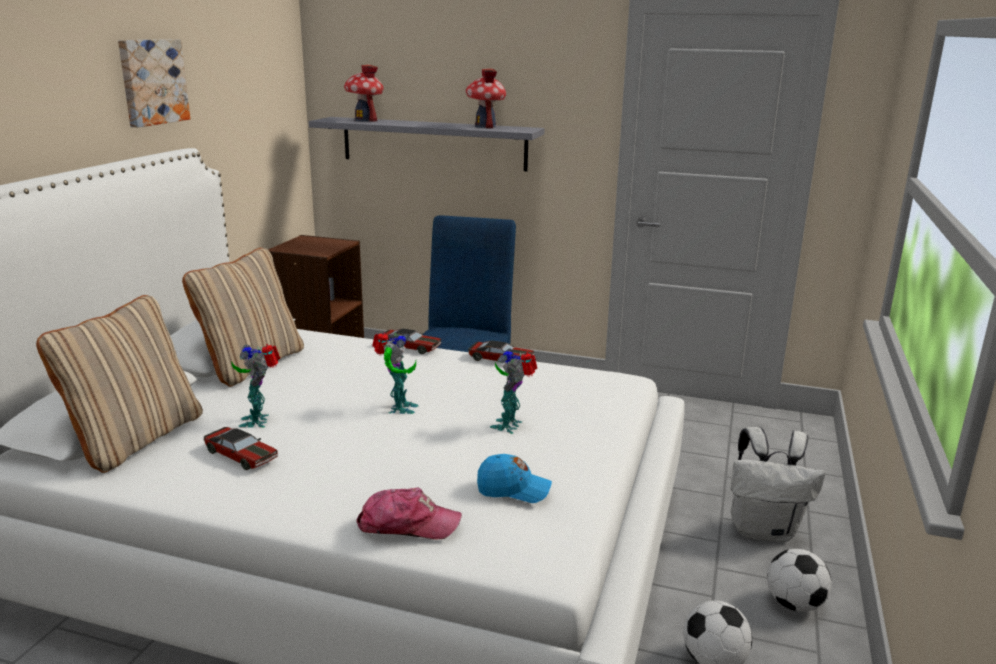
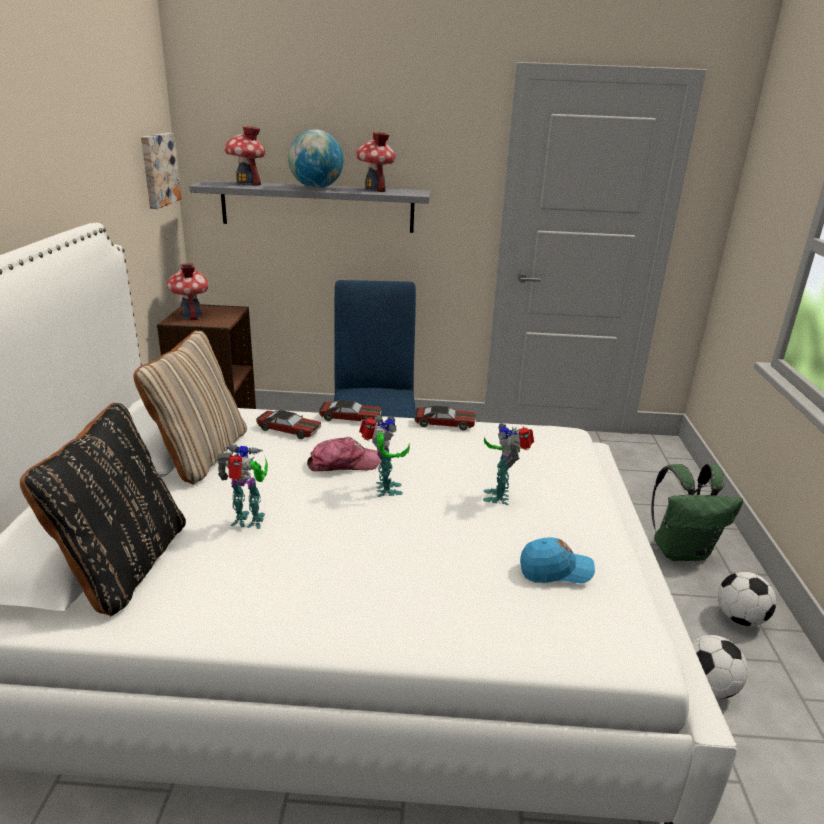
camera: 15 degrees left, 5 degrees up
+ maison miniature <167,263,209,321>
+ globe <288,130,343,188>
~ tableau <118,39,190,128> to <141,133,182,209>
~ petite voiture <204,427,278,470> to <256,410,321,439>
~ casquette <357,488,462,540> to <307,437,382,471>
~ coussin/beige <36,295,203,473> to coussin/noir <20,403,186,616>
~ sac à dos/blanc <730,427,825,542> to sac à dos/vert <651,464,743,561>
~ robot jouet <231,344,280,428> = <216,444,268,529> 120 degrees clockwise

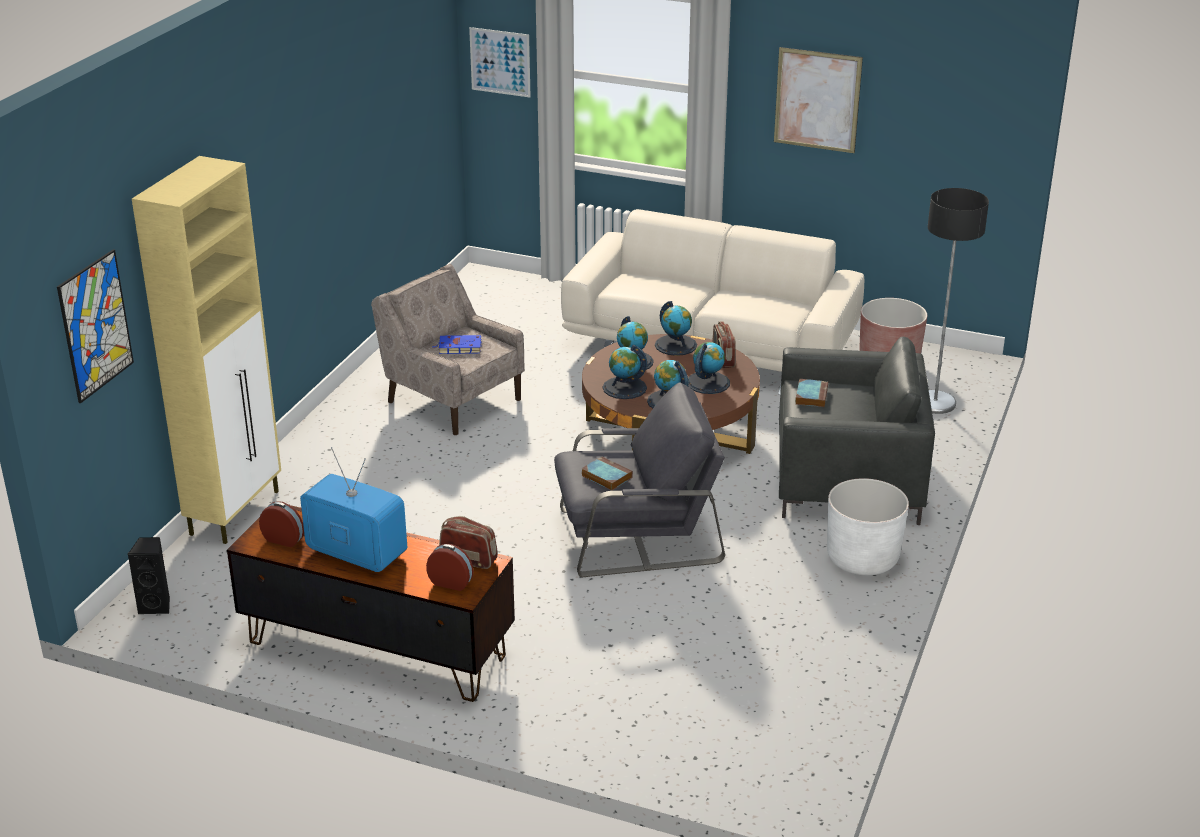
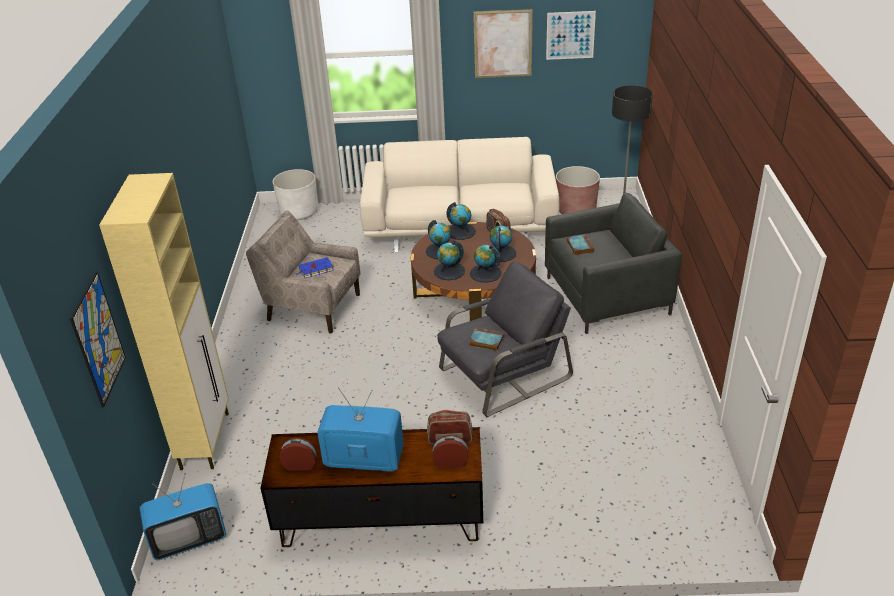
camera: 20 degrees left, 5 degrees up
~ tableau <469,27,531,97> to <546,11,596,60>
~ cache-pot/blanc <827,478,909,575> to <273,169,318,220>
~ enceinte/noir <127,537,170,614> to téléviseur <139,473,226,560>

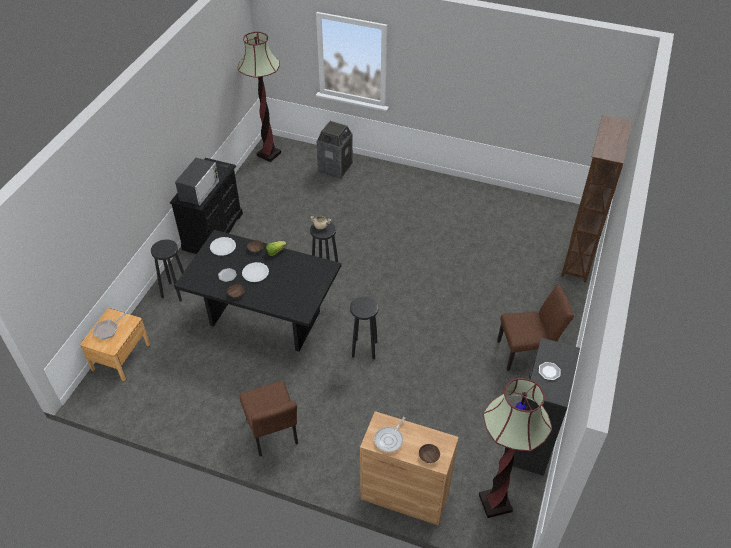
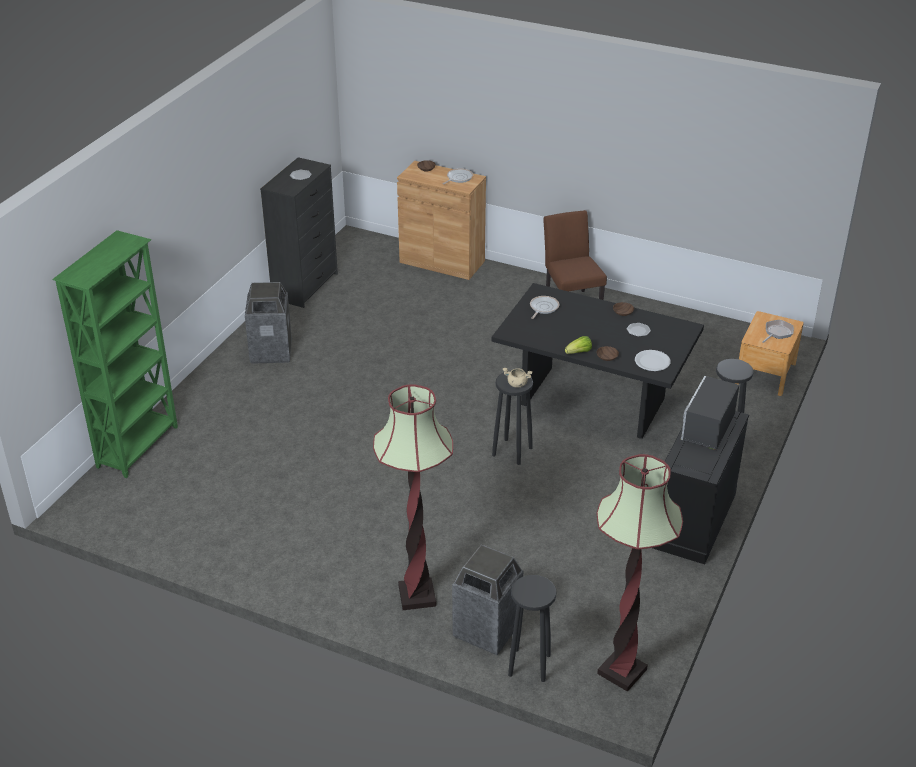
camera: 175 degrees left, 10 degrees down
- assiette/blanc <242,262,269,282>
+ poêle <530,296,559,319>
~ tabouret/noir <350,297,379,360> to <508,575,556,682>
~ lampadaire <479,378,552,518> to <373,384,453,610>
~ chaise/marron <497,285,574,371> to poubelle <245,282,292,364>
~ bibliothèque/marron <561,115,632,283> to bibliothèque/vert <52,230,178,478>

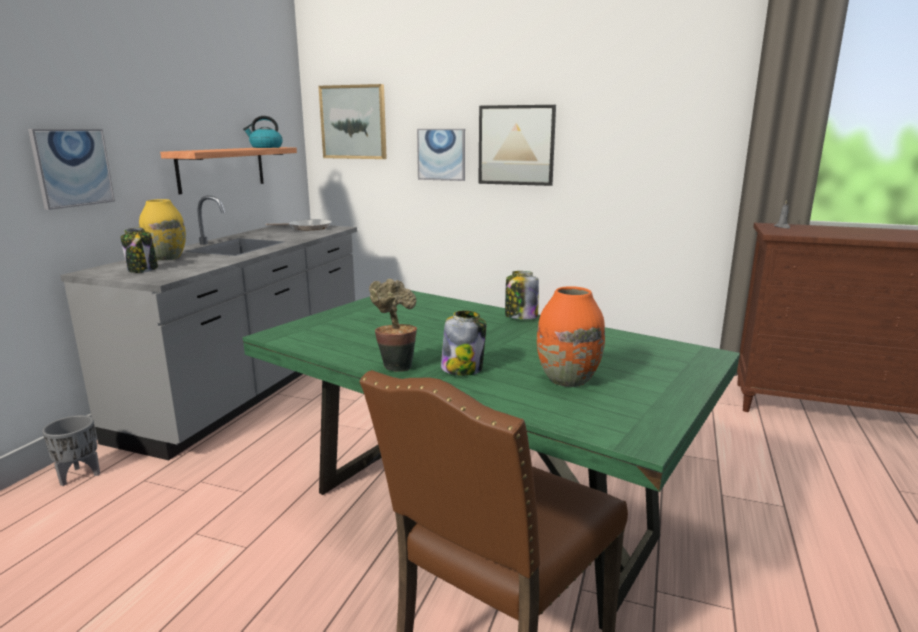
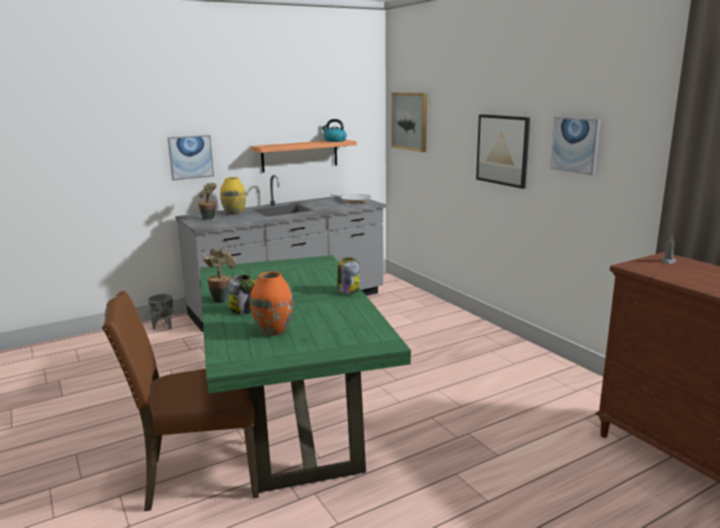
camera: 40 degrees right, 0 degrees up
~ tableau <417,129,465,181> to <551,117,601,175>
~ bocal <120,227,158,273> to plante en pot <198,183,216,220>

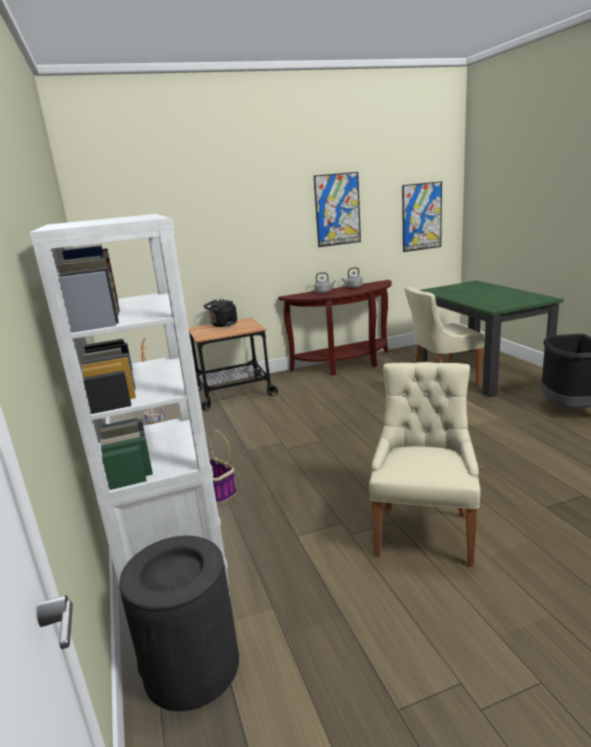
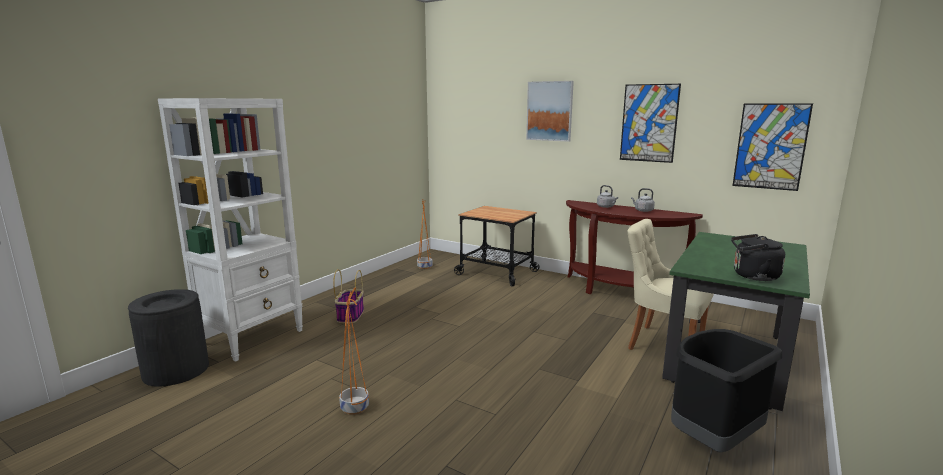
camera: 50 degrees right, 5 degrees down
+ tableau <526,81,574,142>
~ bouilloire/noir <204,299,237,327> to <731,234,785,281>
~ chaise/beige <369,362,481,567> to cache-pot/orange <339,287,369,415>

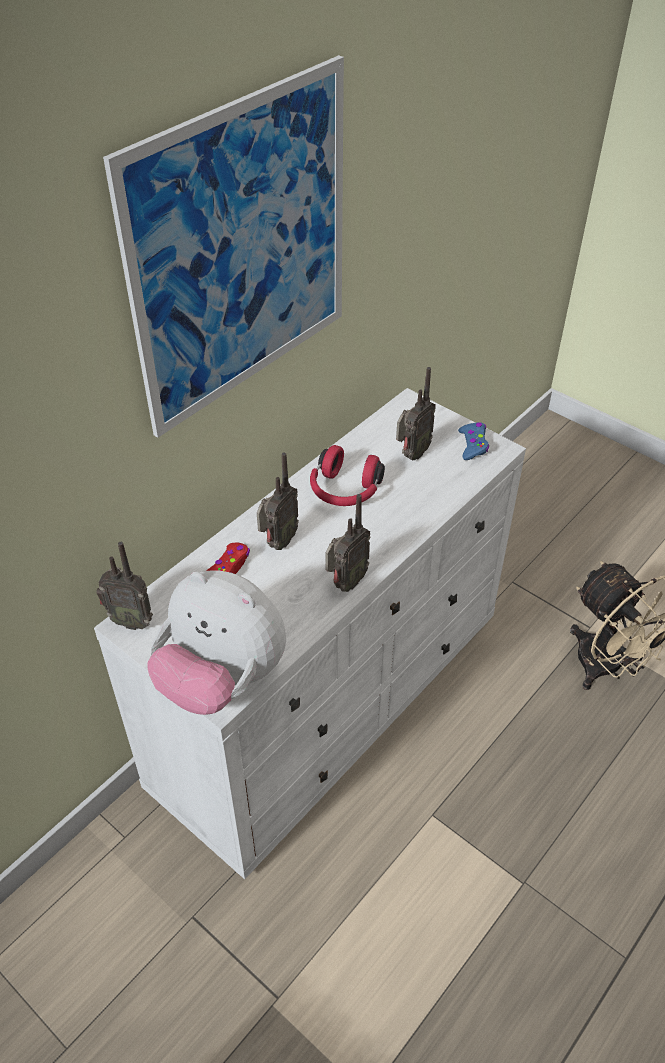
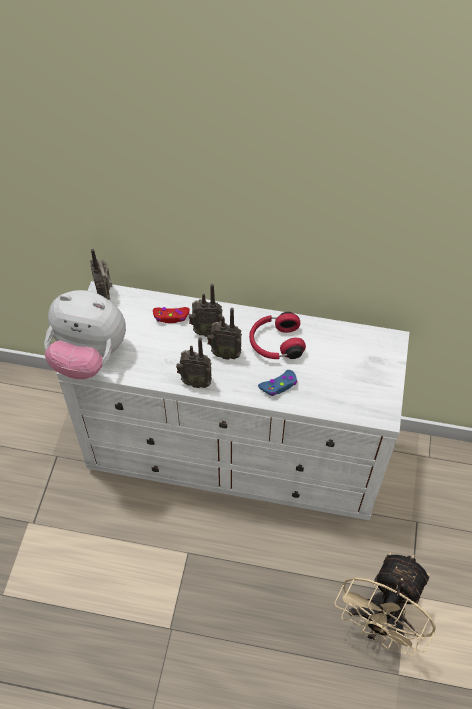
camera: 60 degrees right, 10 degrees up
- tableau <103,55,344,438>
~ radio <396,367,436,460> to <207,308,242,360>
~ manette/bleu <458,422,489,460> to <258,370,297,396>
~ peluche <147,571,286,715> = <44,290,126,379> 75 degrees counterclockwise

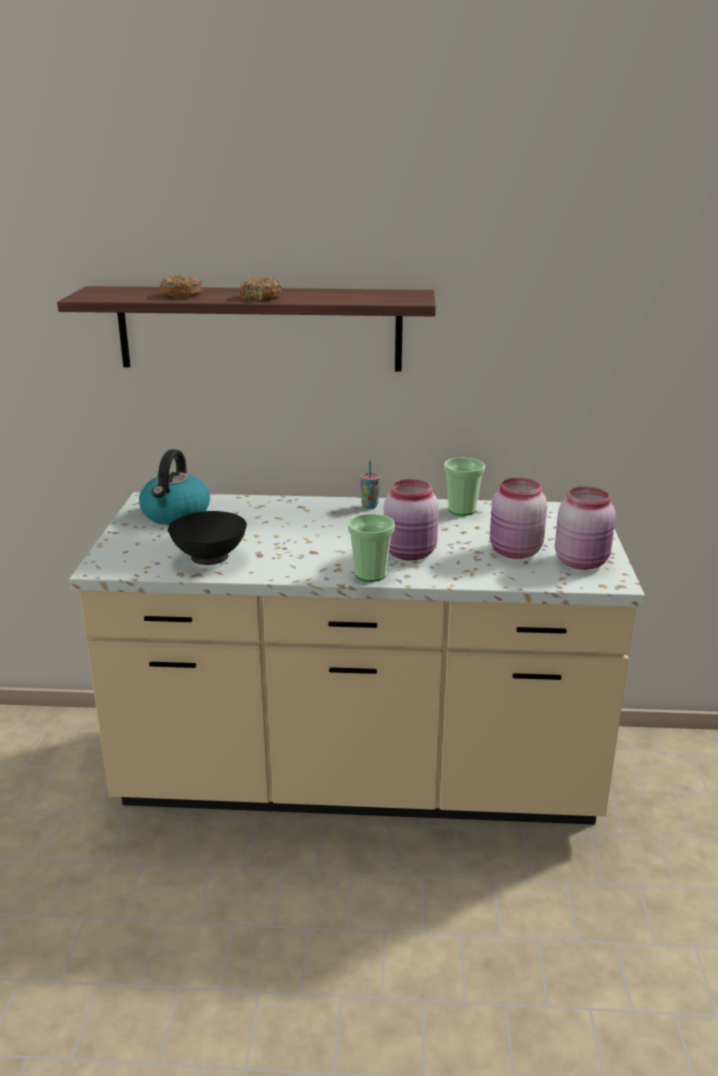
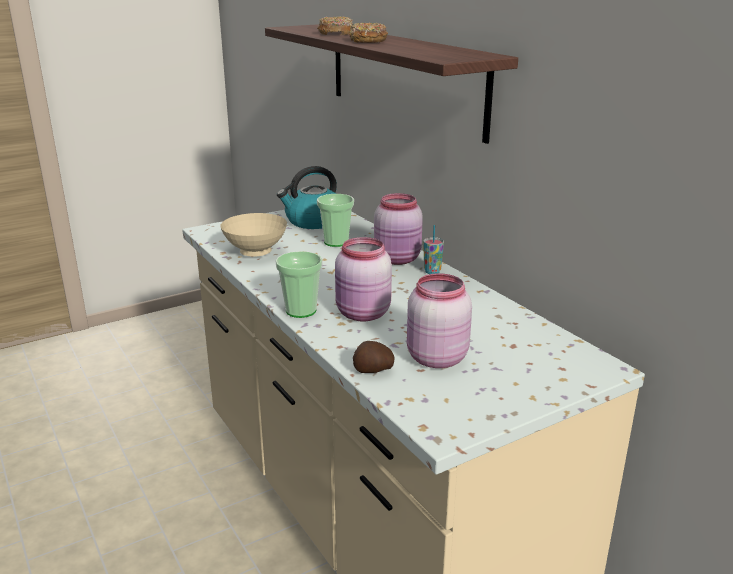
camera: 55 degrees right, 0 degrees up
+ pomme de terre <353,341,394,373>
~ tasse <444,457,485,516> to <317,194,354,247>
~ bocal/rose <555,487,616,570> to <374,193,423,265>
~ bol/noir <168,511,247,565> to bol/beige <220,213,287,257>

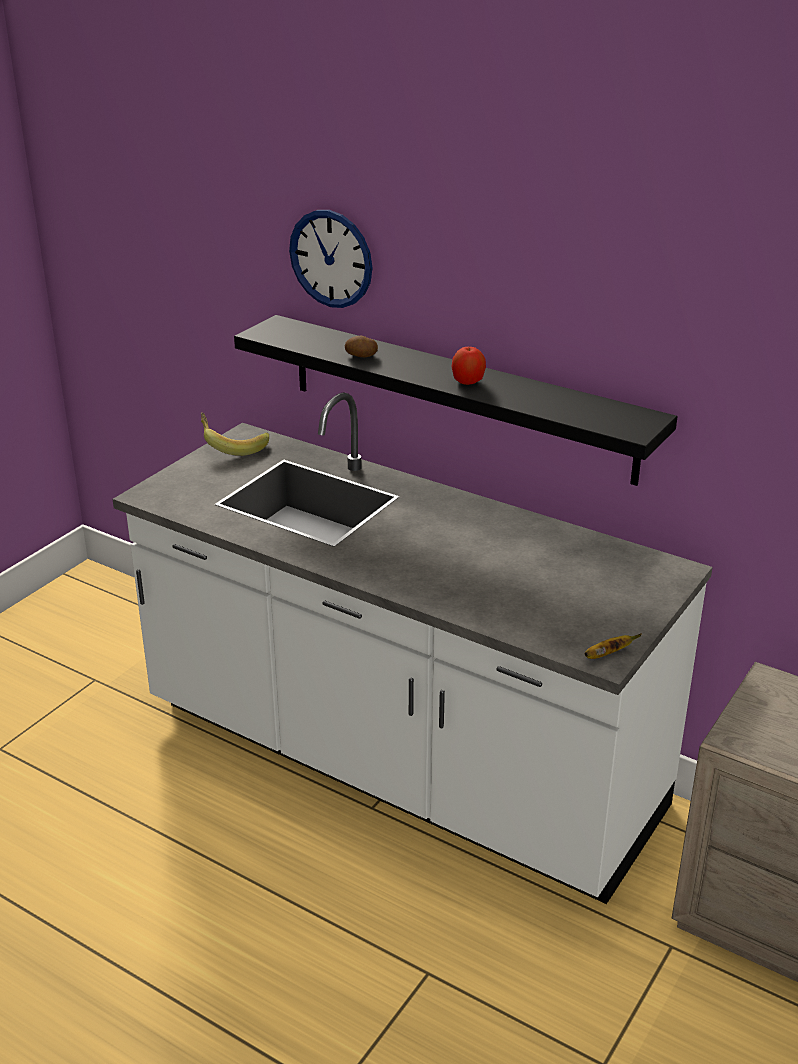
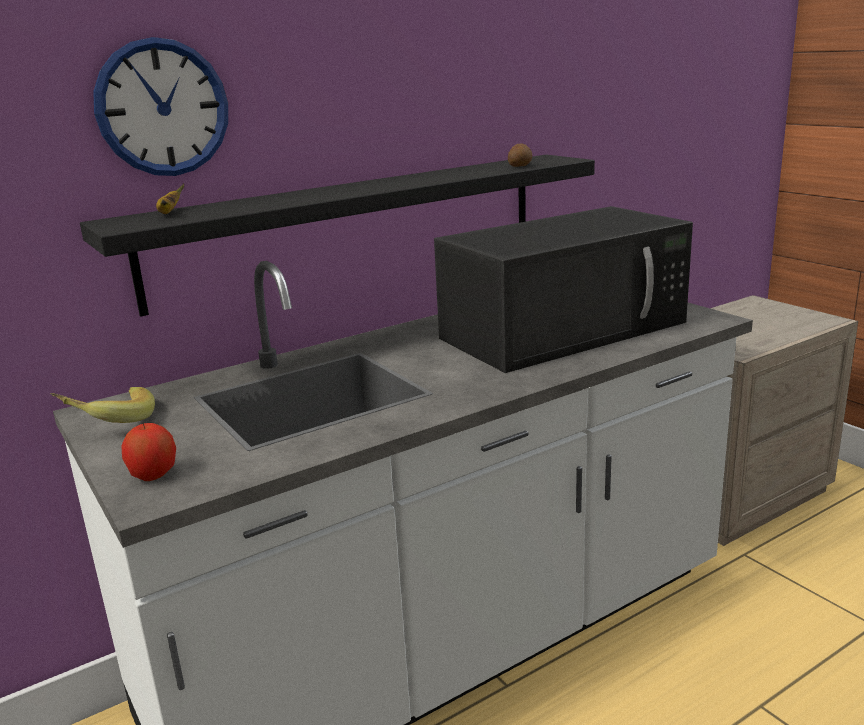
camera: 65 degrees left, 10 degrees down
+ micro-ondes/noir <434,206,693,373>
~ pomme de terre <345,336,378,357> to <508,143,532,167>
~ pomme <451,347,486,385> to <121,423,176,481>
~ banane <584,633,642,659> to <156,183,184,214>

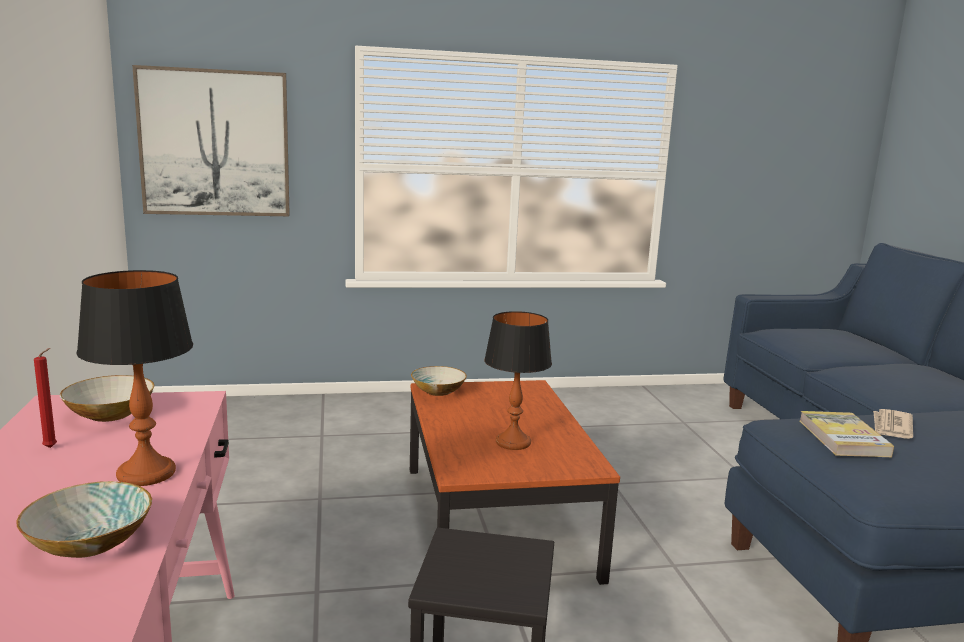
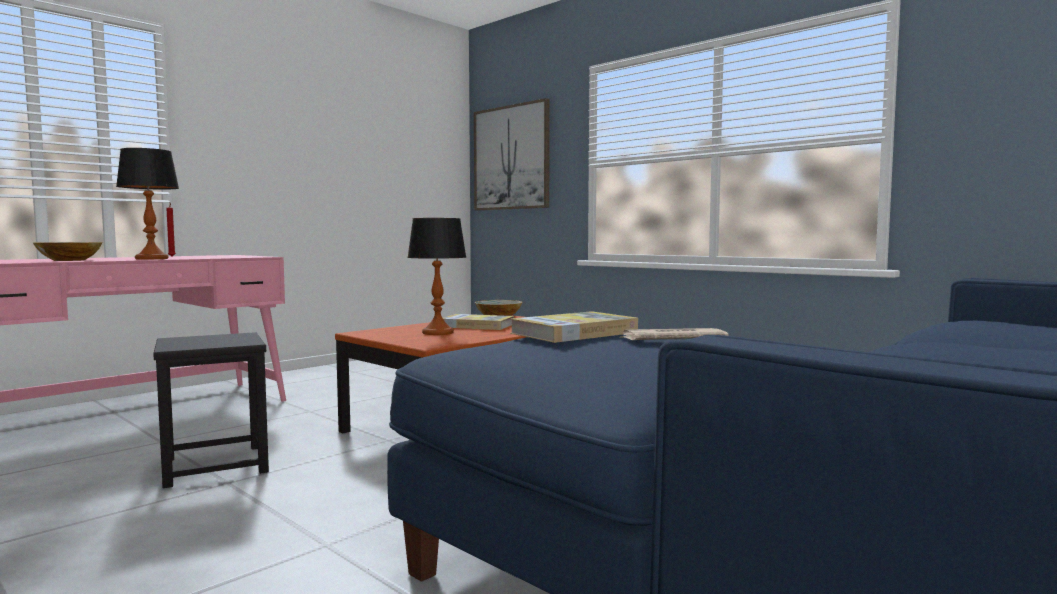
camera: 55 degrees right, 10 degrees down
- bol <60,375,155,422>
+ livre <443,314,514,330>

